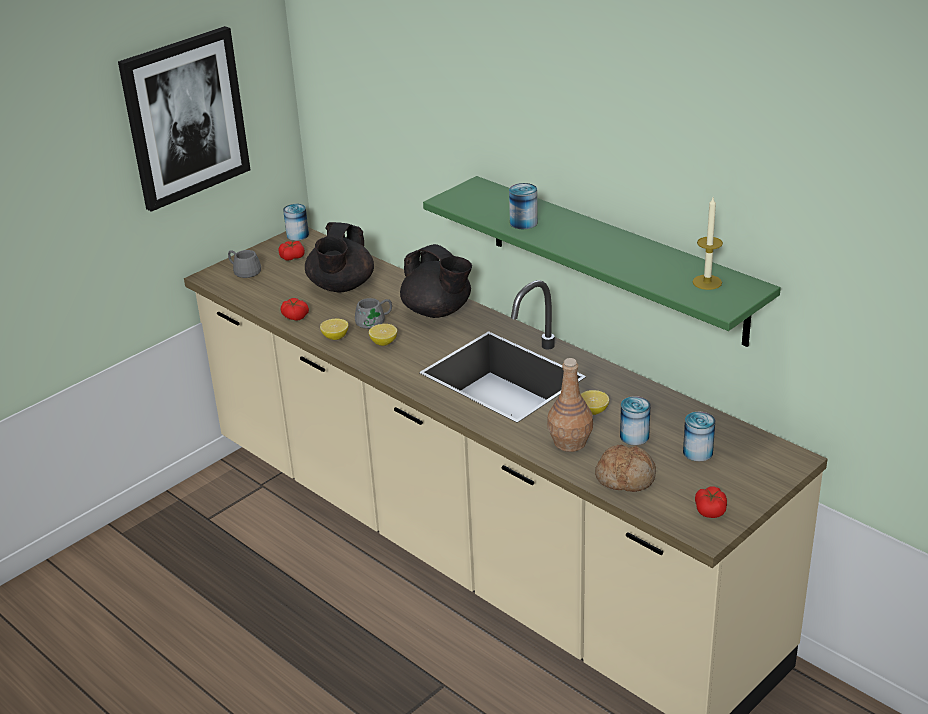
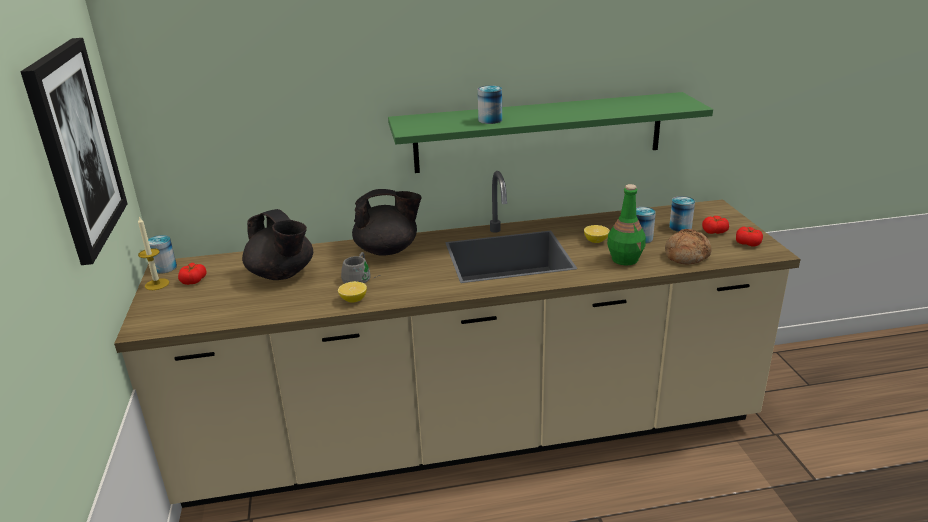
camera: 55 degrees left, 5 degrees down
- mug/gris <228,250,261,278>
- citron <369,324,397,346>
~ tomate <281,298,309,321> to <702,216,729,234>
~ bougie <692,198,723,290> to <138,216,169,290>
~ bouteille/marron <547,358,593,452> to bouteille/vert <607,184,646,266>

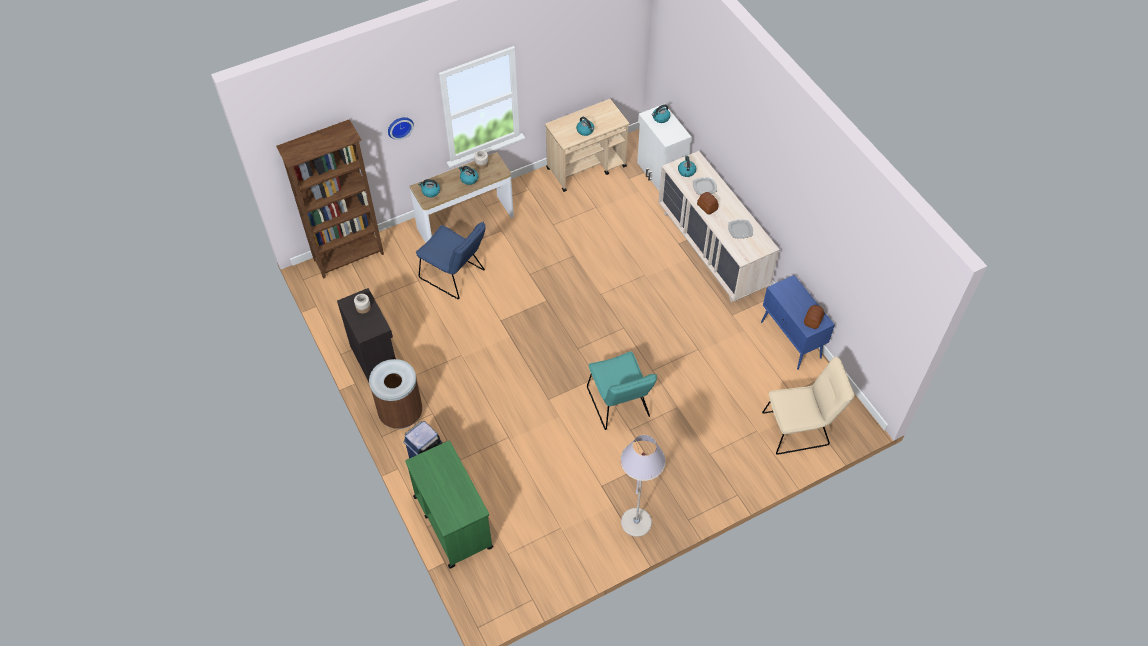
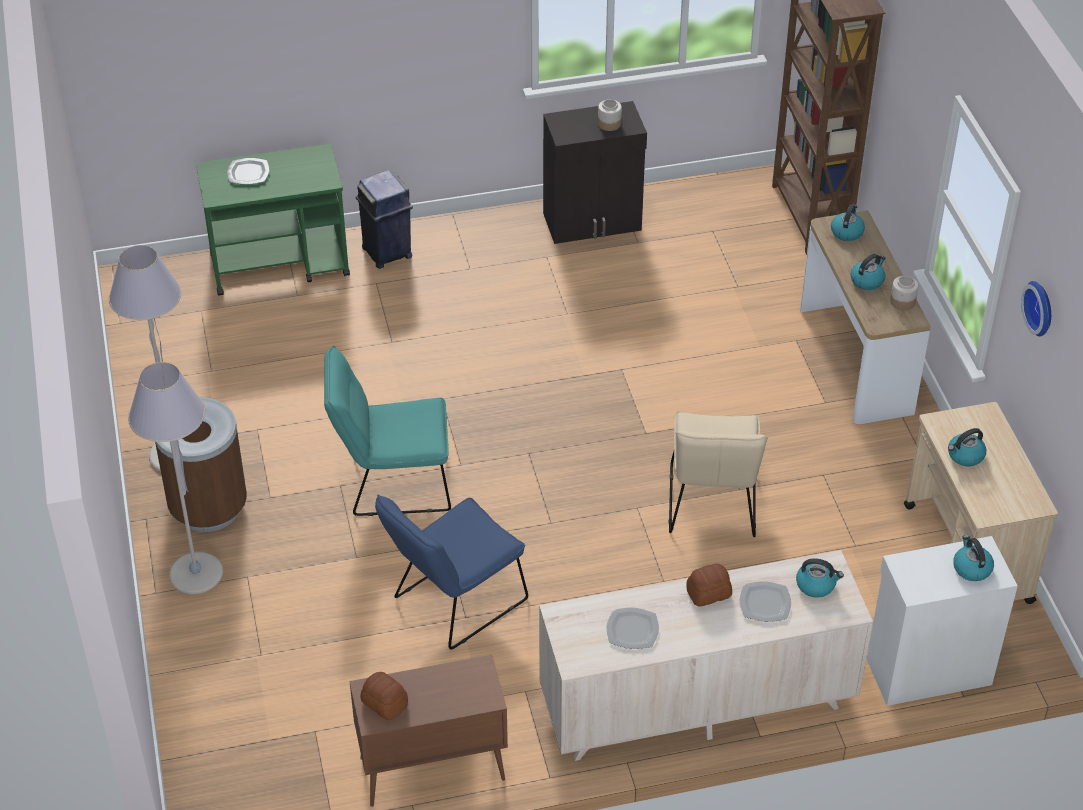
camera: 105 degrees right, 10 degrees down
+ lampadaire/gris <128,362,223,594>
+ assiette <227,158,269,185>
~ poubelle/marron <369,359,422,429> to <155,397,247,532>
~ horloge murale <388,117,414,140> to <1021,281,1051,337>
~ chaise/bleu <416,221,486,299> to <375,494,528,650>
~ chaise/beige <762,356,855,455> to <669,411,768,537>
~ meuble de rangement/bleu <761,275,835,370> to meuble de rangement/marron <350,655,508,807>

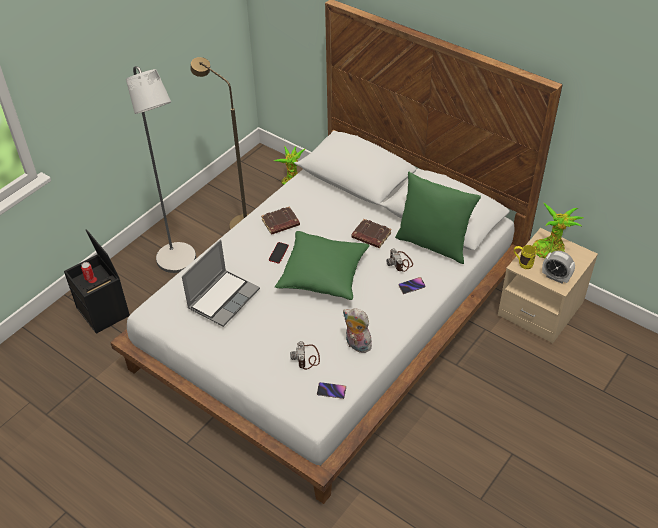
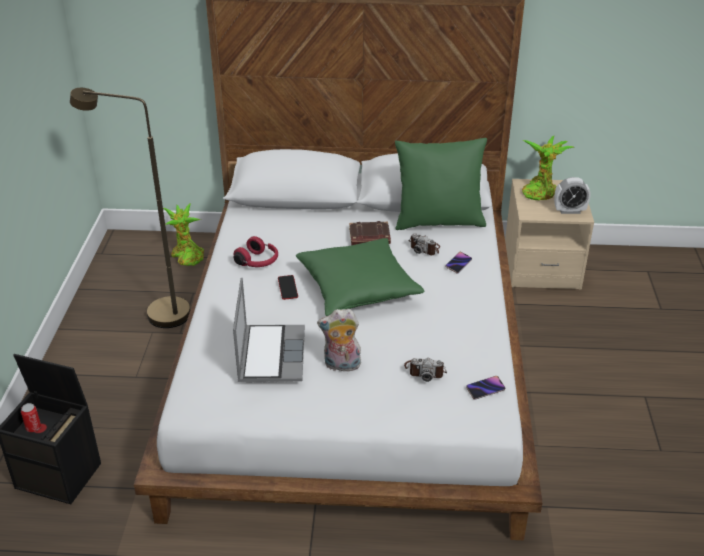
camera: 35 degrees left, 10 degrees down
- lampadaire/gris <126,66,196,273>
- mug/jaune <514,245,536,269>
~ peluche <343,308,372,353> to <317,309,361,371>
~ livre/marron <261,206,300,235> to casque audio/rouge <234,236,278,267>
~ appareil photo <290,341,320,370> = <404,358,447,382> 45 degrees counterclockwise

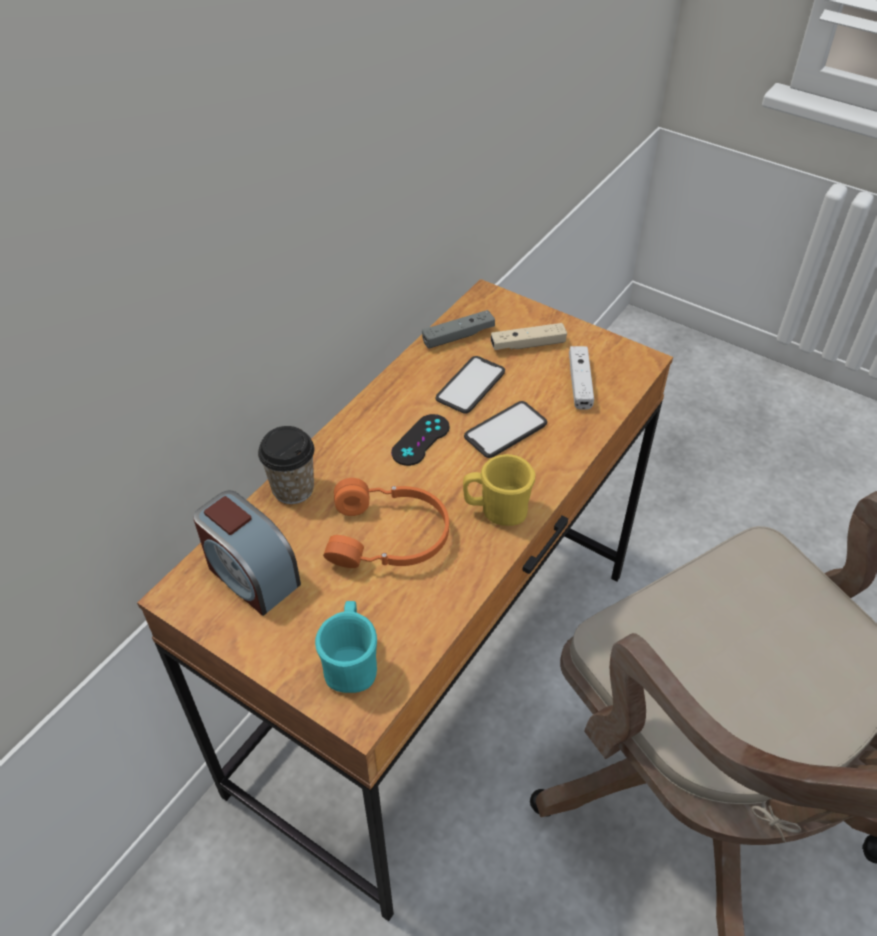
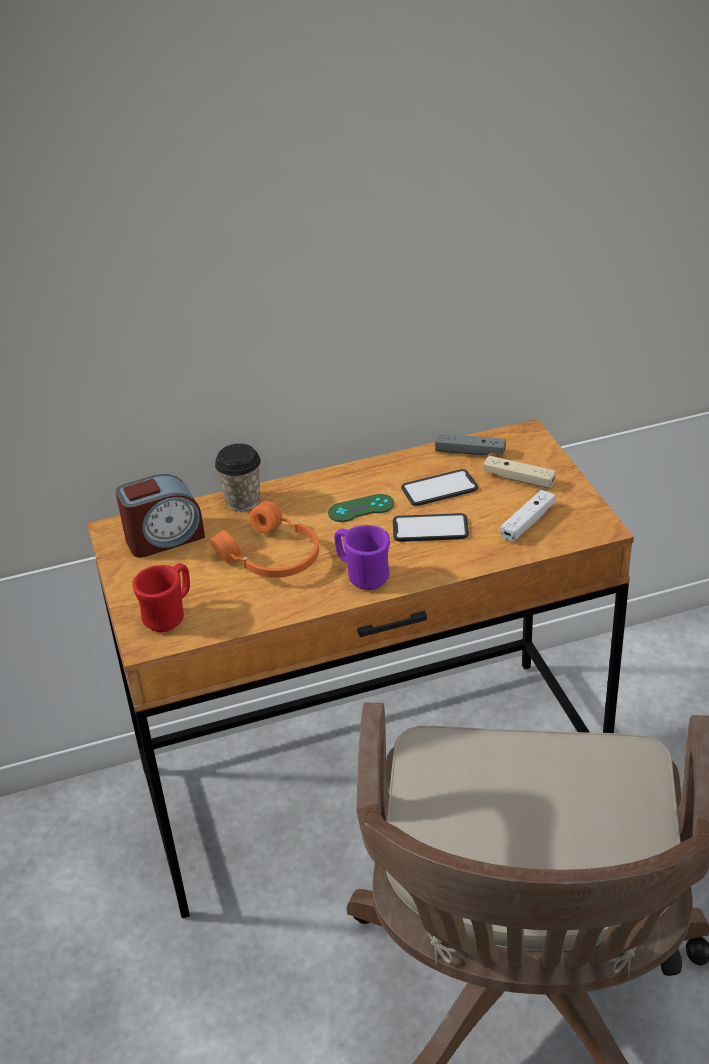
camera: 40 degrees right, 10 degrees down
~ mug/turquoise <315,601,377,693> to mug/rouge <132,563,190,632>
~ manette/noir <391,414,449,466> to manette/vert <328,494,394,522>
~ mug/jaune <463,454,536,526> to mug/violet <334,525,390,590>
~ réveil <193,491,301,616> = <116,474,205,558> 105 degrees counterclockwise

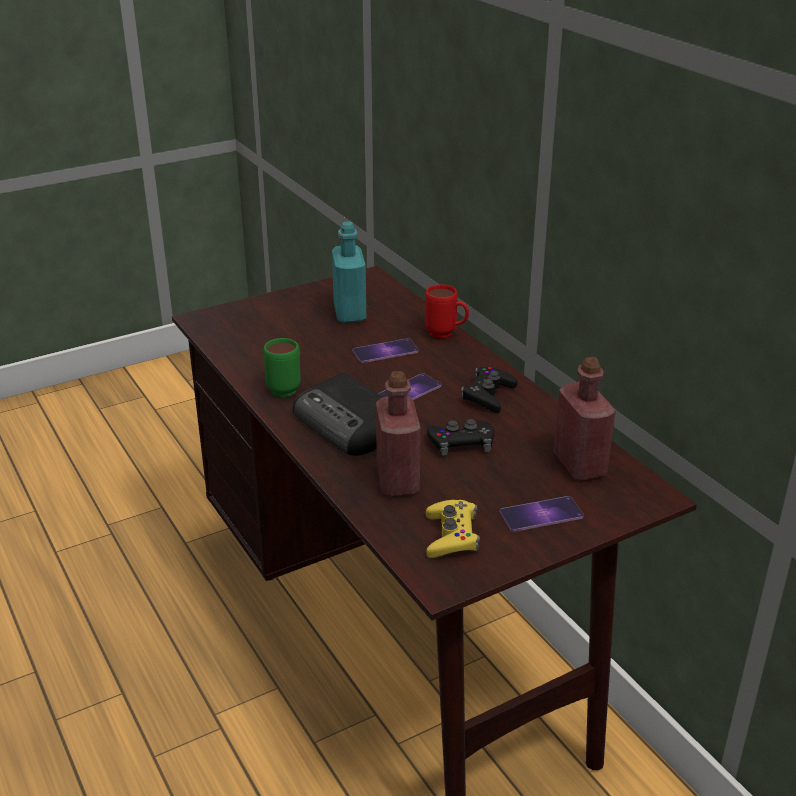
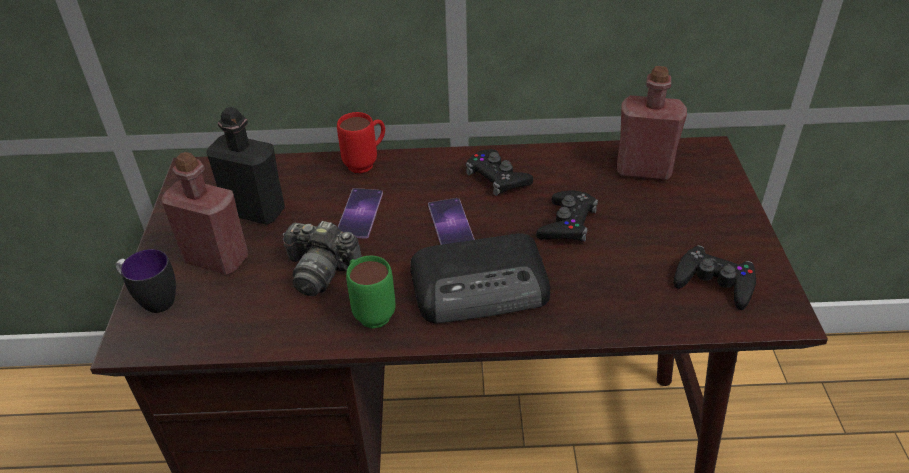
camera: 60 degrees left, 10 degrees up
- téléphone <500,496,584,532>
+ mug <116,249,176,313>
+ appareil photo <282,221,362,296>
~ bouteille/rouge <376,371,421,496> to <161,152,248,275>
~ bouteille/turquoise <332,221,366,323> to bouteille/noir <206,107,285,225>
~ manette/jaune <426,500,480,558> to manette/noir <674,245,756,310>

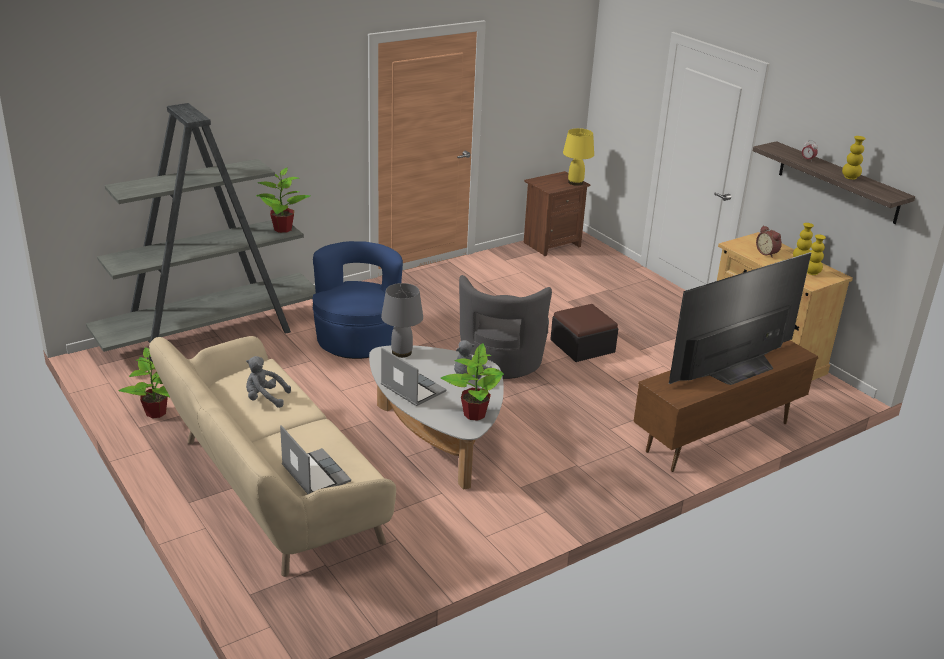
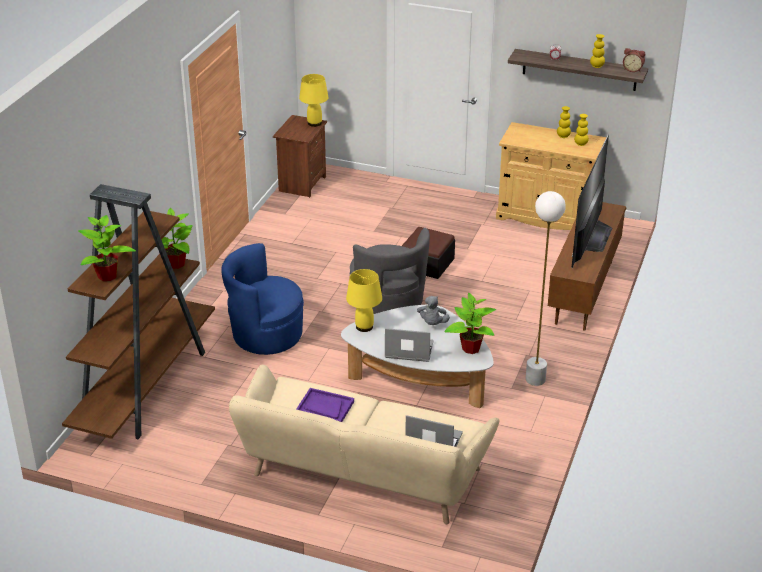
camera: 35 degrees left, 5 degrees up
+ lampadaire/blanc <526,191,566,386>
~ plante en pot <118,347,170,418> to <78,215,136,281>
~ réveil <756,226,782,258> to <623,48,645,72>
~ peluche/gris <246,356,291,408> to plateau/violet <296,388,354,422>
~ bibliothèque/gris <86,103,316,363> to bibliothèque/marron <62,184,215,439>
~ lampe de table/gris <381,283,423,358> to lampe de table/jaune <346,269,382,332>
~ fauteuil/bleu <312,241,403,359> = <221,243,304,355> 60 degrees counterclockwise

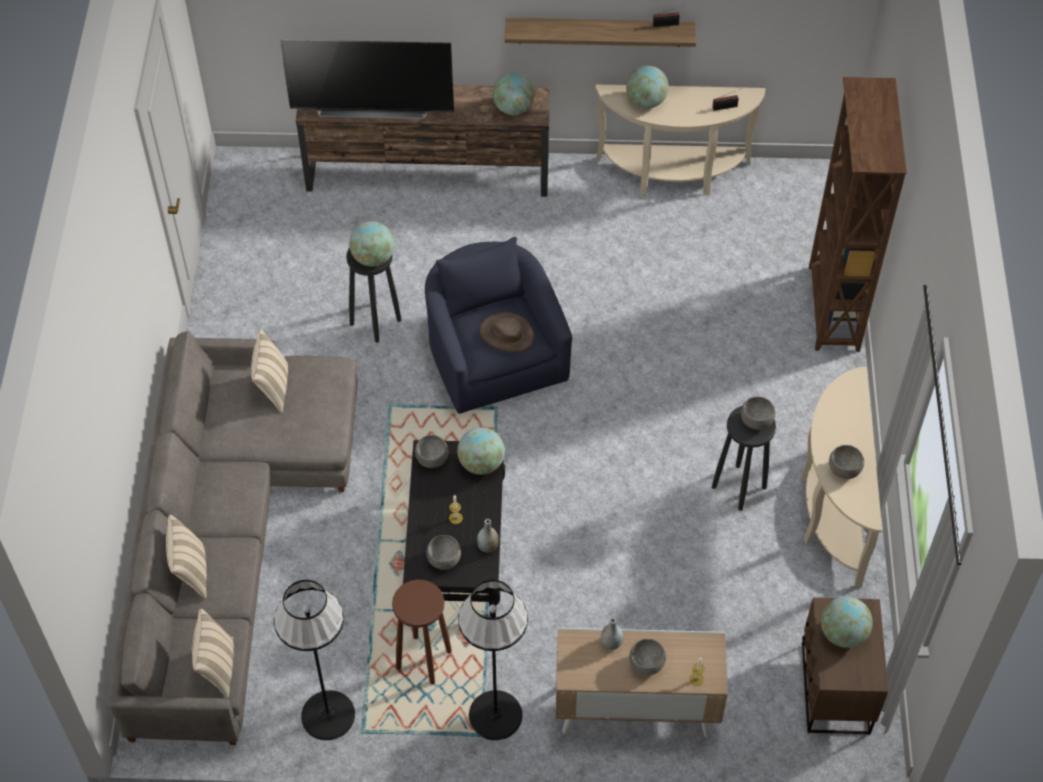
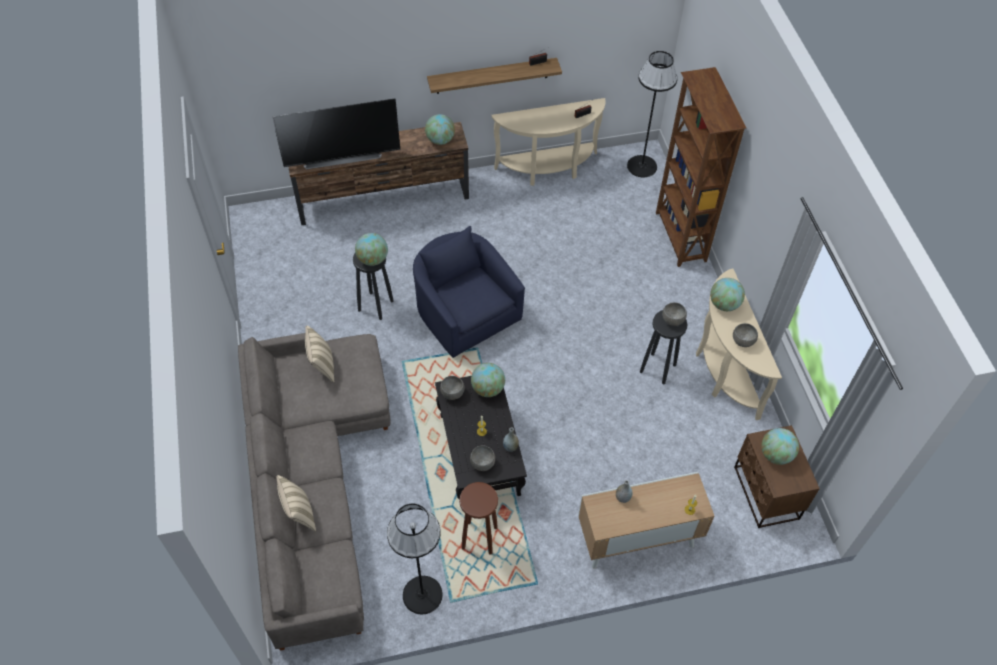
camera: 15 degrees left, 0 degrees up
- coussin/beige <192,609,234,698>
- chapeau/marron <479,312,534,352>
- bol/gris <629,639,666,676>
~ lampadaire/noir <458,580,528,740> to <627,51,678,178>
~ globe <626,66,669,109> to <710,278,745,311>

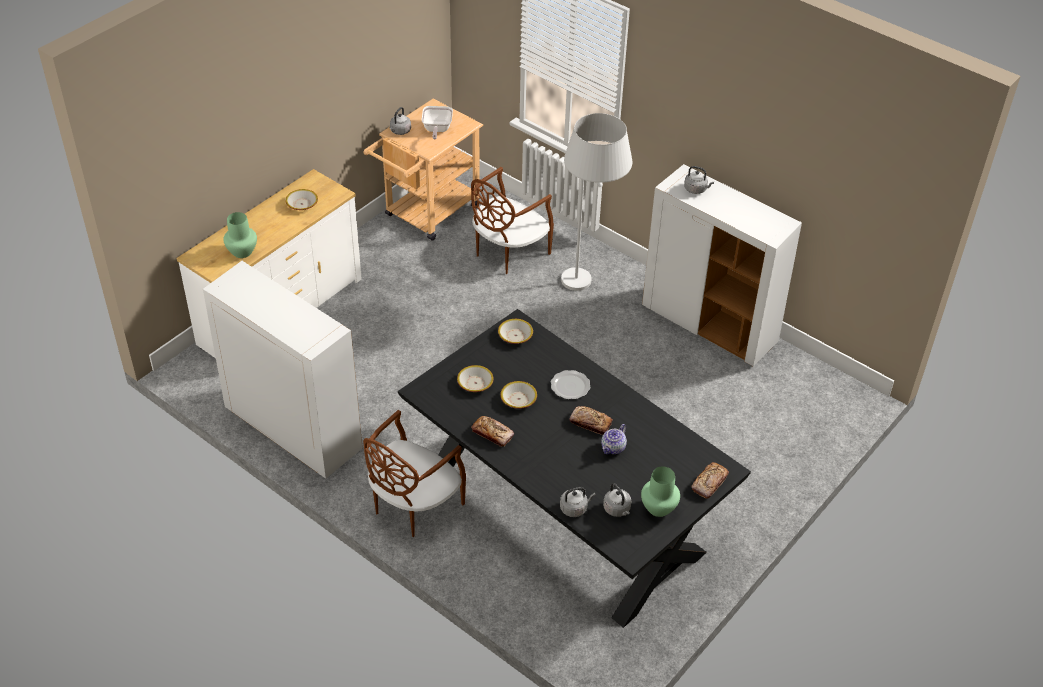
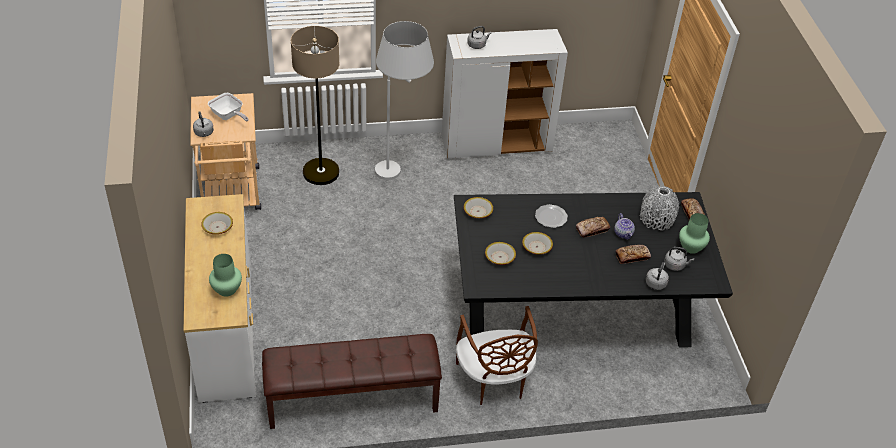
camera: 50 degrees left, 0 degrees up
+ vase/gris <640,186,679,231>
~ pain <471,416,514,447> to <616,245,651,264>
~ meuble de rangement/blanc <203,261,362,479> to banc/marron <262,334,442,429>
~ chaise/marron <471,167,554,274> to lampadaire <291,26,340,185>

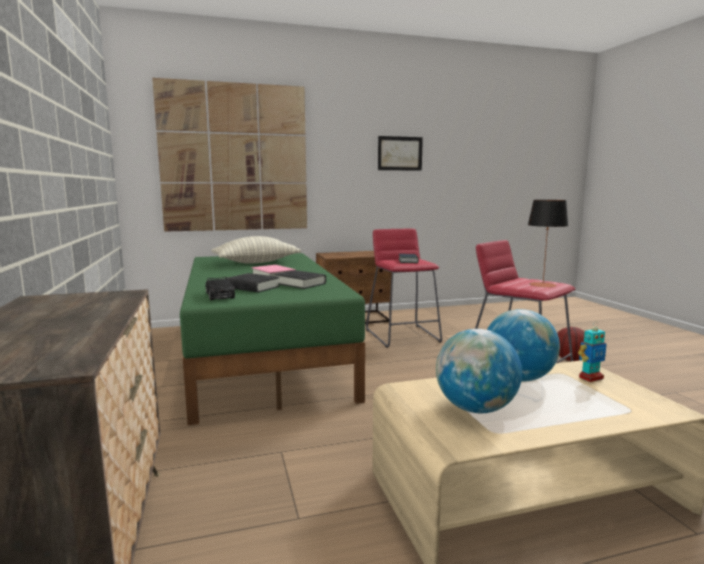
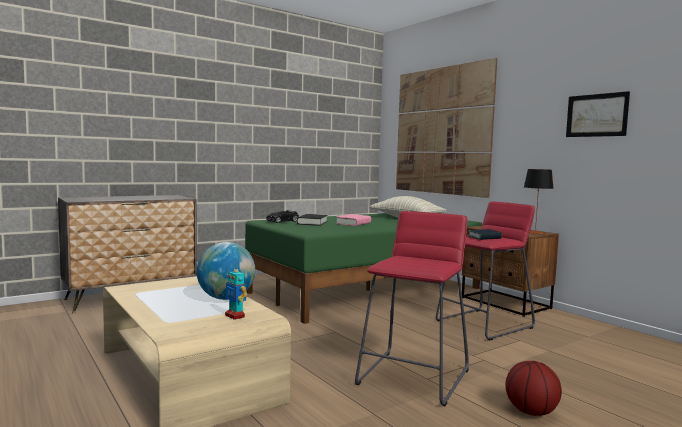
camera: 70 degrees right, 5 degrees down
- livre/noir <274,270,326,289>
- globe <436,329,522,413>
~ lampe de table <528,200,568,288> to <524,169,554,234>

